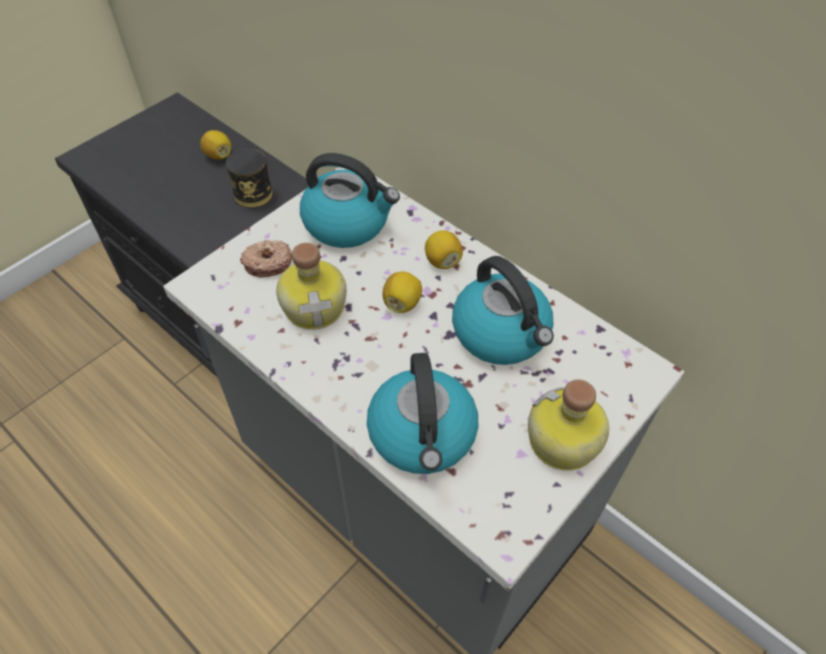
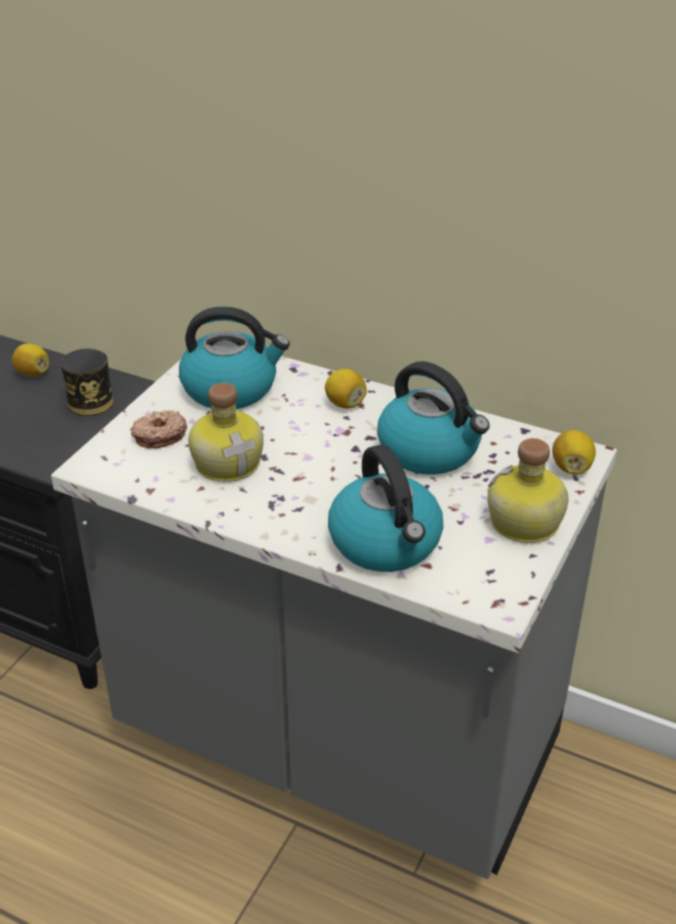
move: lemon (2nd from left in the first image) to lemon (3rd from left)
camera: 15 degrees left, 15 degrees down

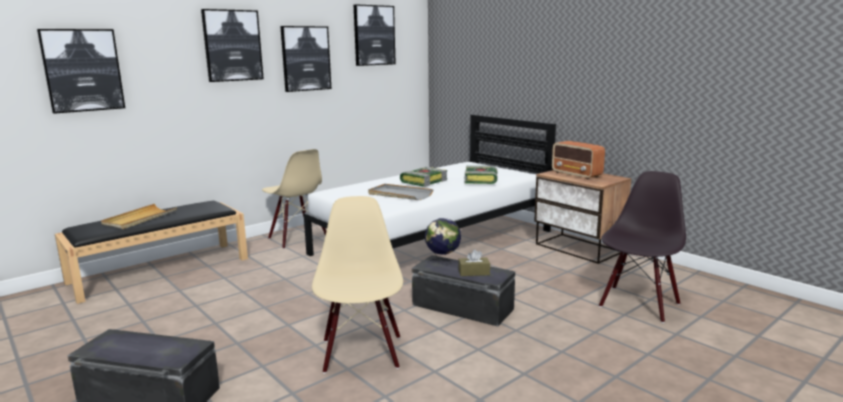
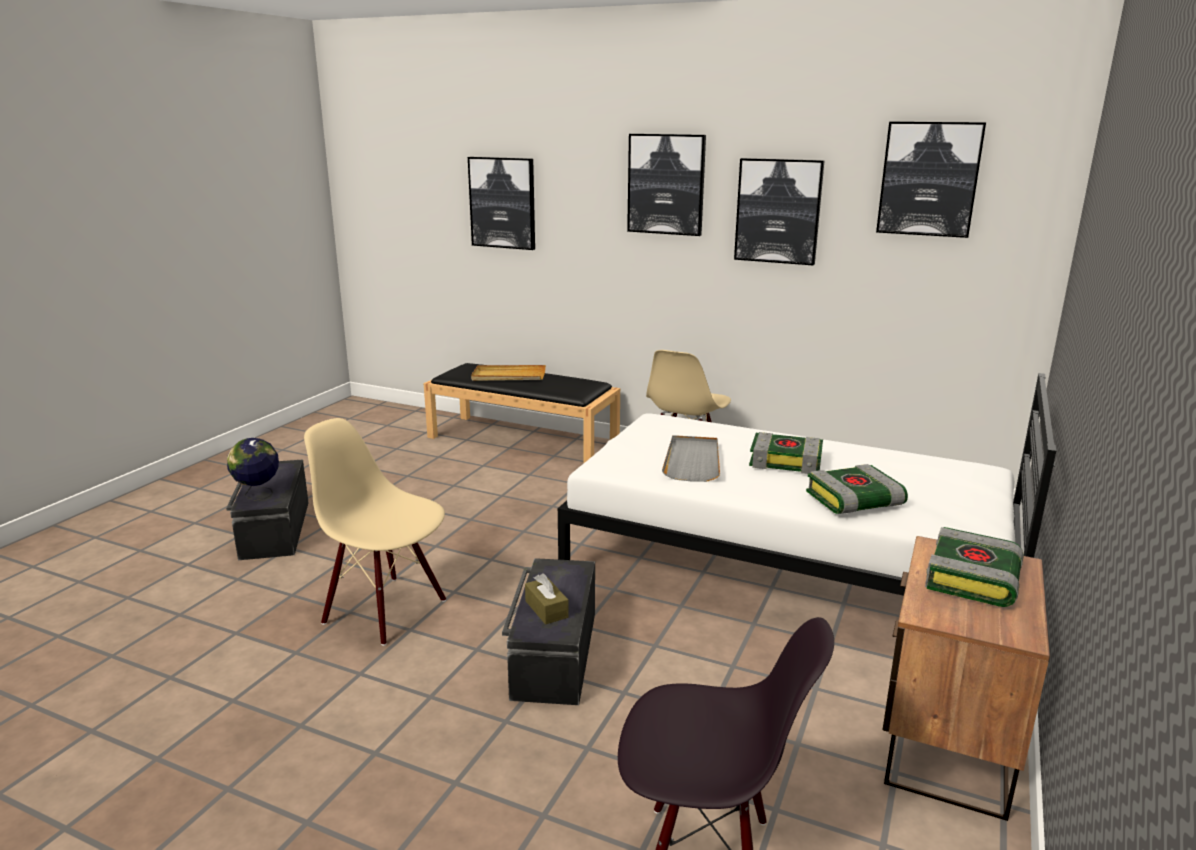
move: globe
replace: radio to book (3rd from left)
rotate: beige chair (2nd from left in the first image) 120 degrees counterclockwise
camera: 65 degrees right, 5 degrees up

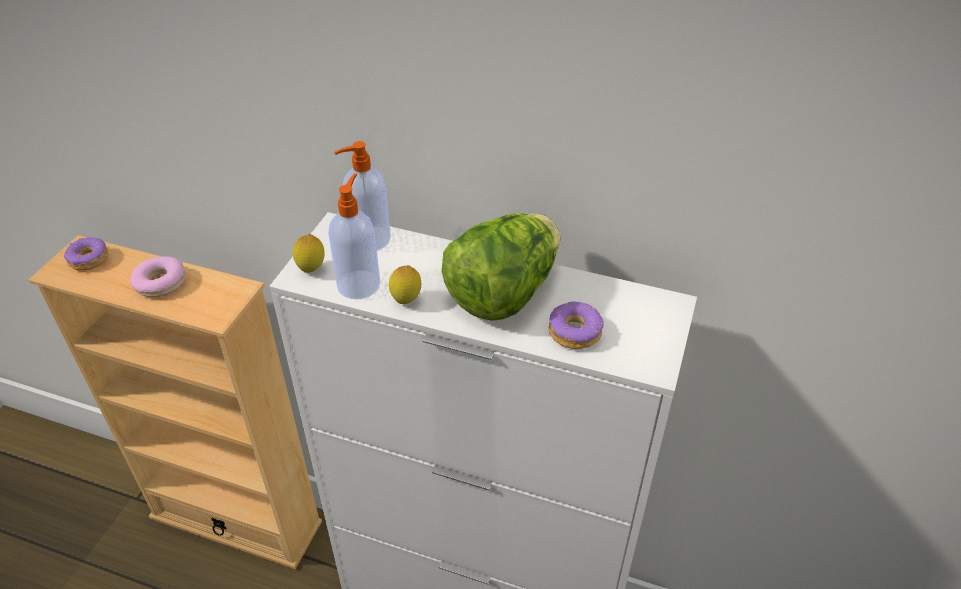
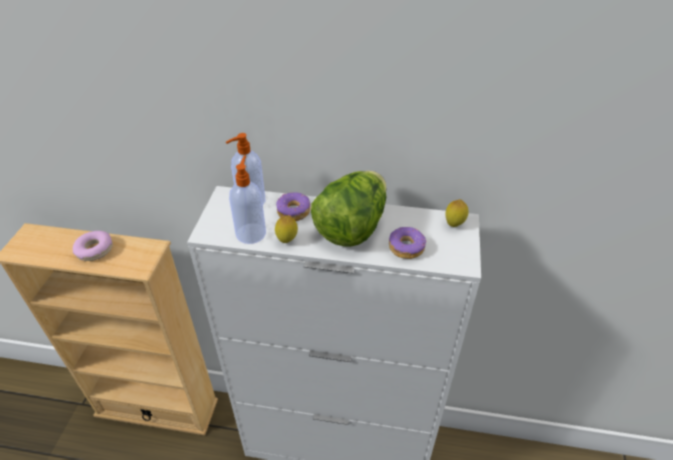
move: donut (1st from left in the first image) to donut (2nd from left); lemon (1st from left in the first image) to lemon (2nd from left)
camera: 10 degrees left, 0 degrees up

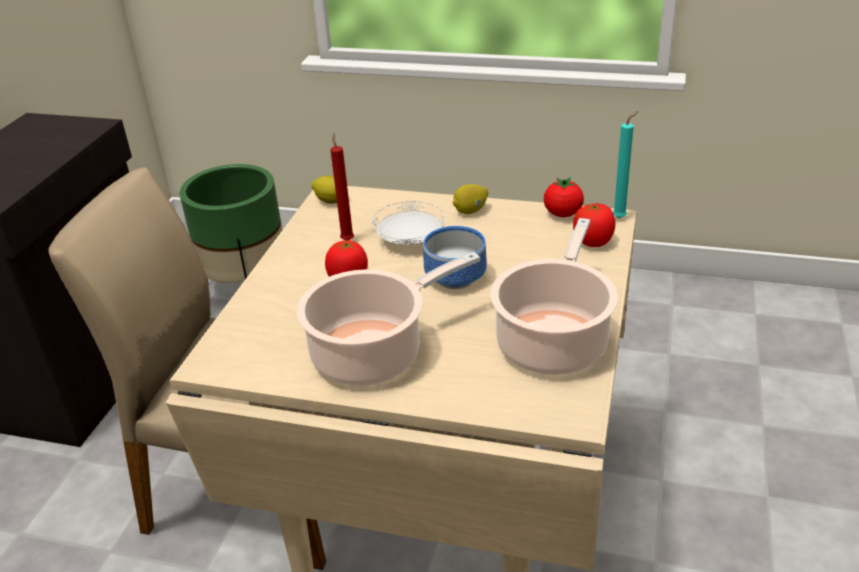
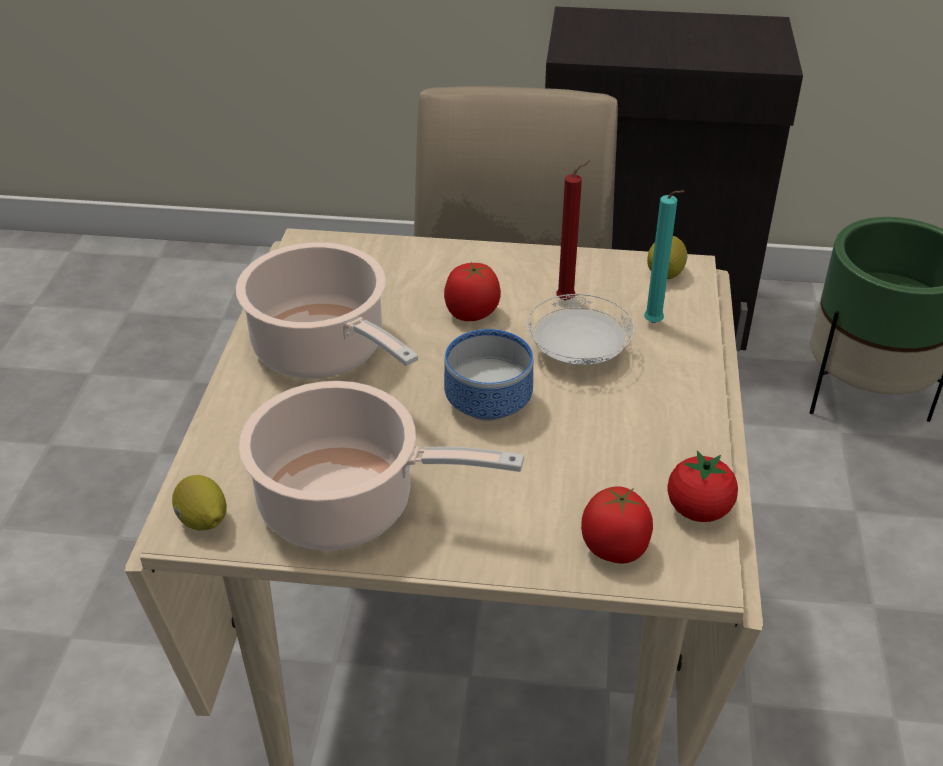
move: lemon (2nd from left in the first image) to lemon (1st from left); turquoise candle
camera: 80 degrees right, 5 degrees up

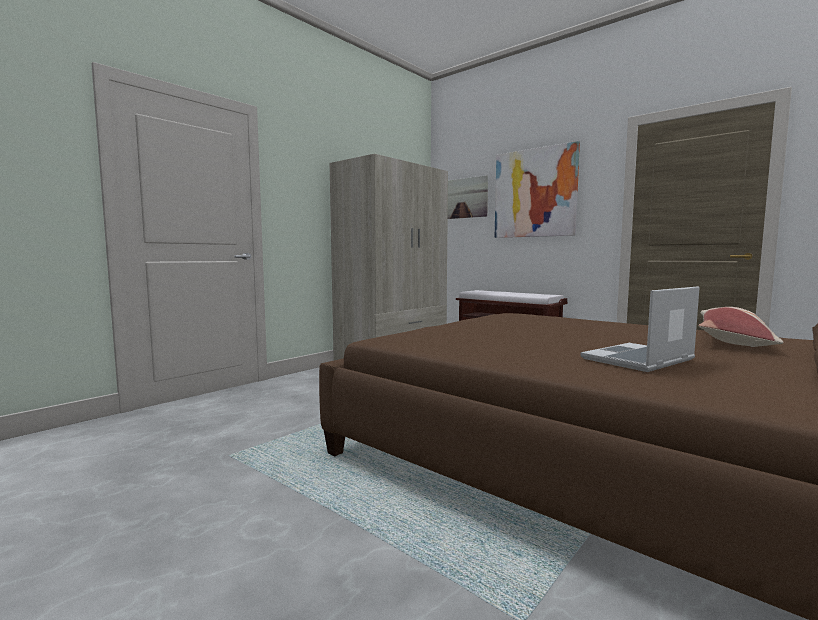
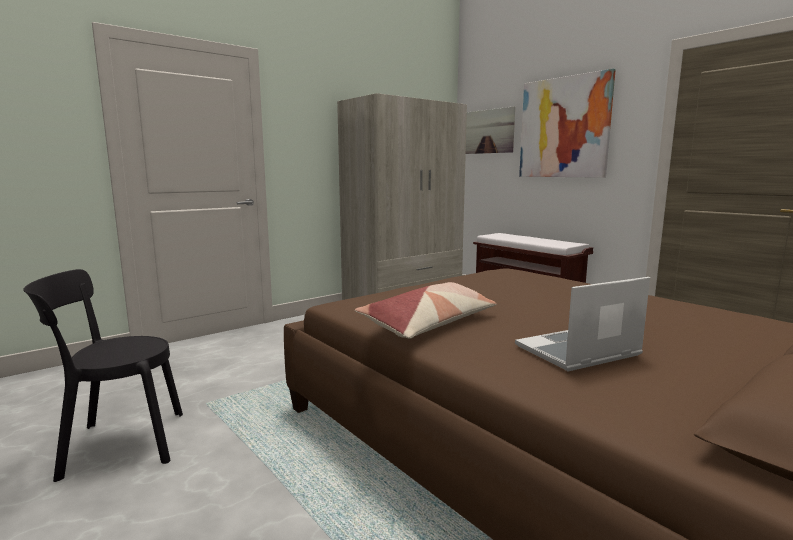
insert: black chair
move: pillow
camera: 10 degrees right, 5 degrees up

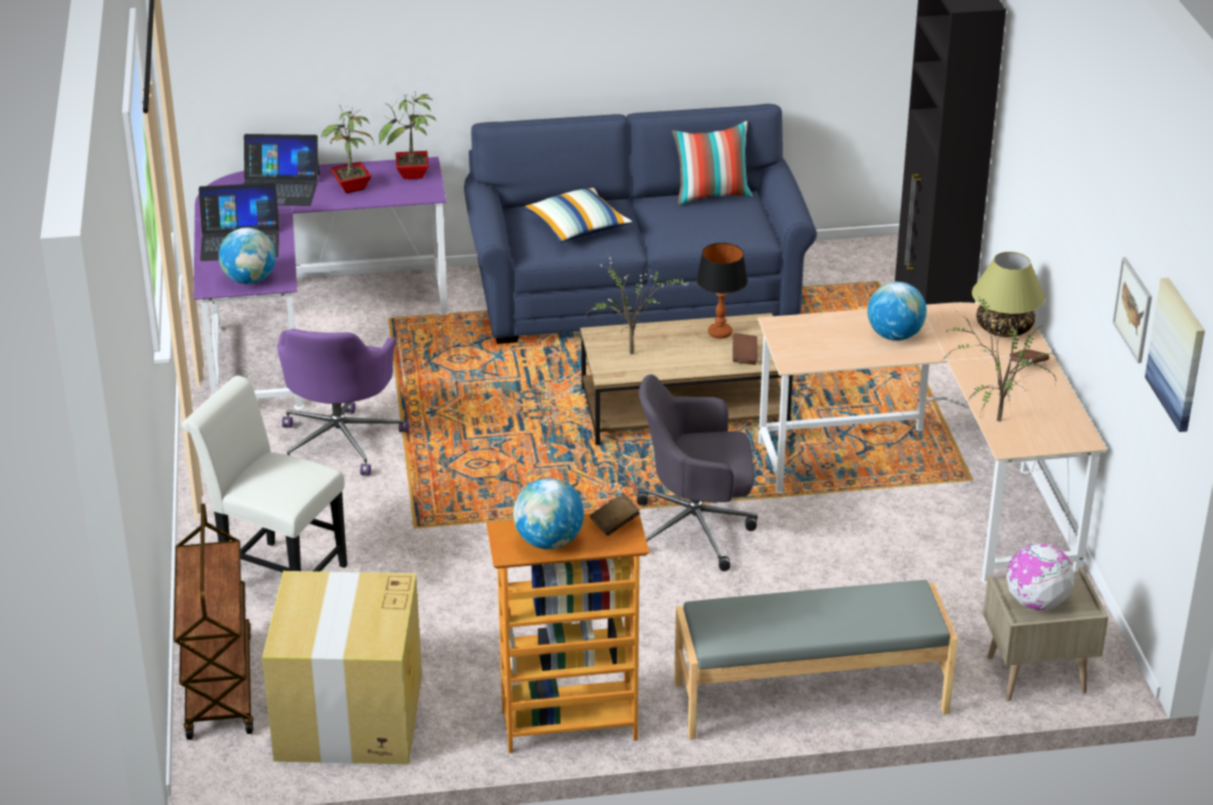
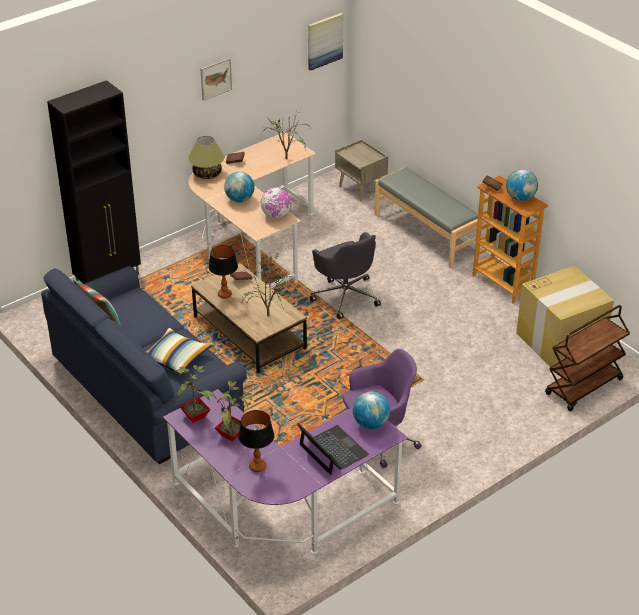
delete: white chair
move: globe (4th from left in the first image) to globe (2nd from left); picture (1st from left)
replace: laptop (2nd from left) to table lamp (3rd from left)
camera: 120 degrees left, 5 degrees up

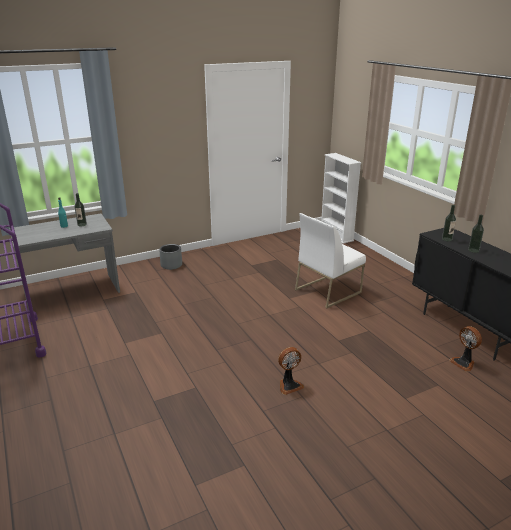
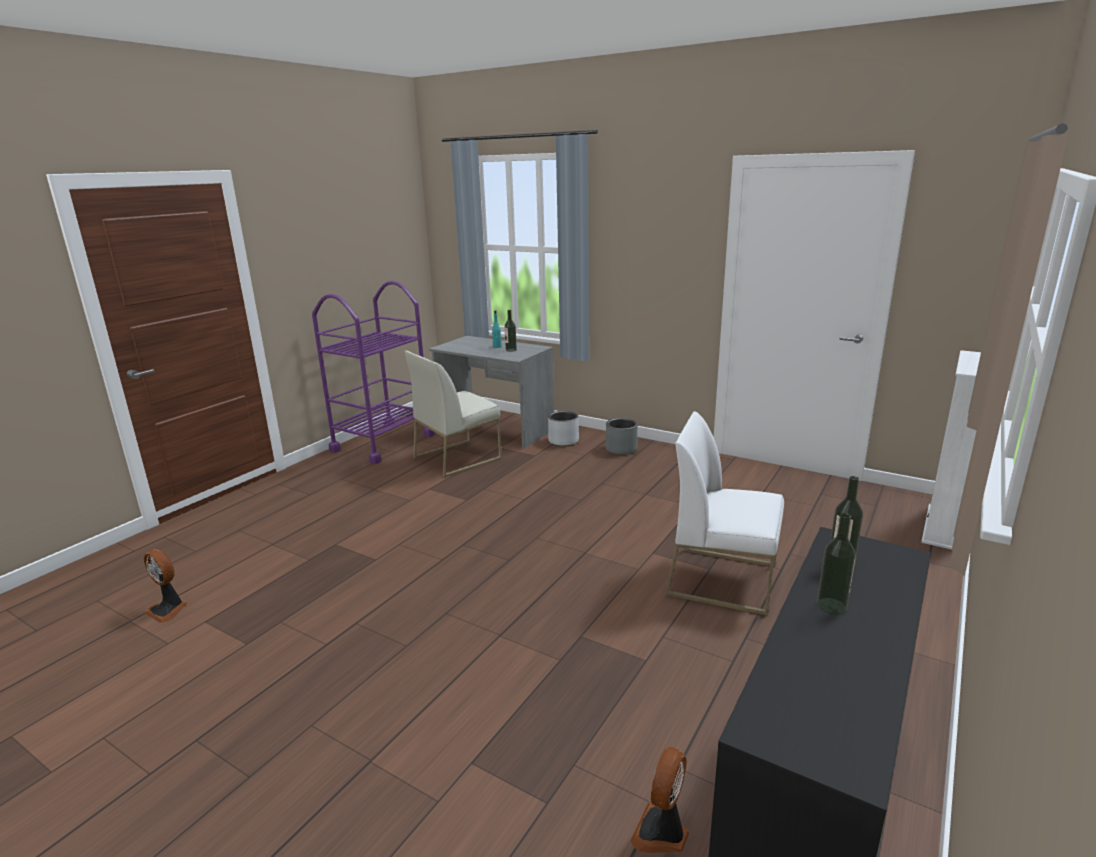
insert: white chair (1st from left); grey planter (1st from left)
move: fan (1st from left)
camera: 60 degrees right, 5 degrees down

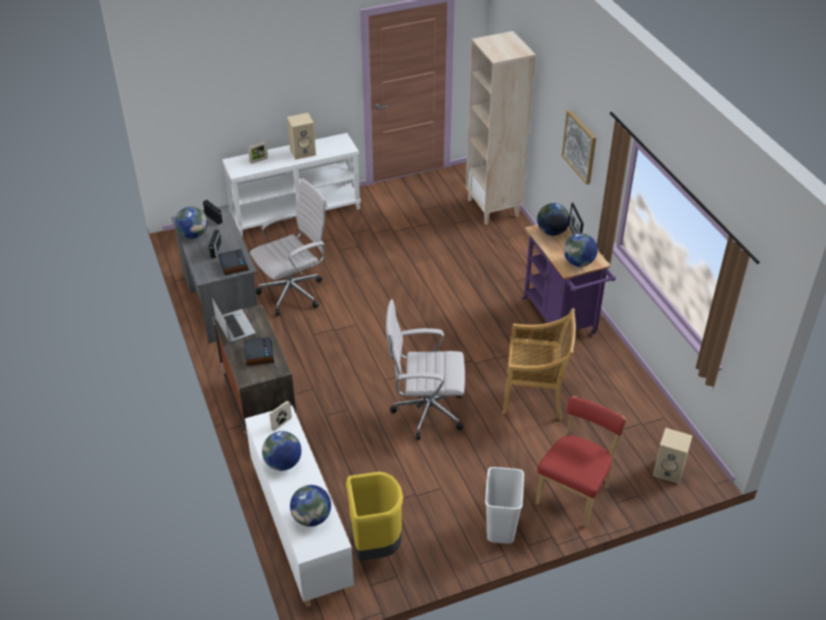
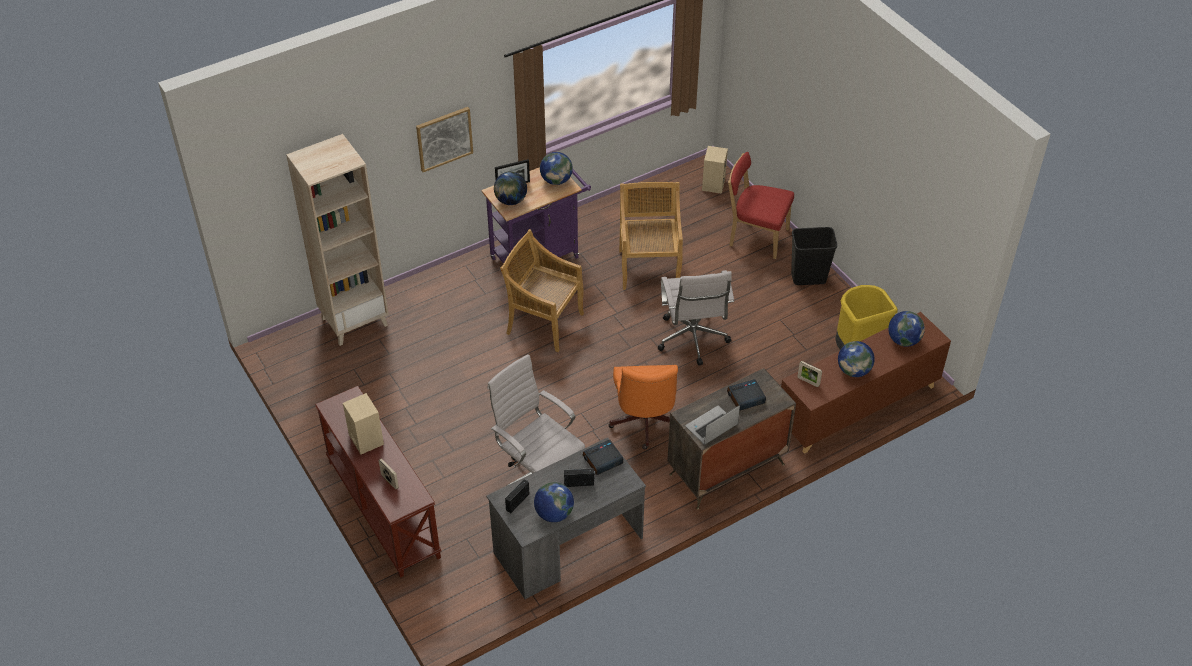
insert: beige chair (1st from left); orange office chair
recolor: white console table to brown console table; white cabinet to brown cabinet; white trash can to black trash can
camera: 100 degrees left, 5 degrees up

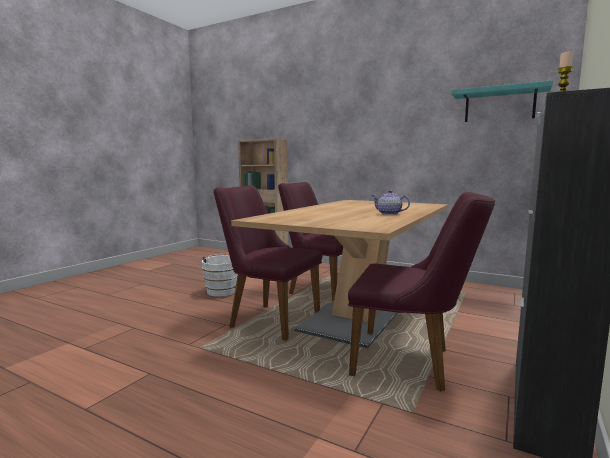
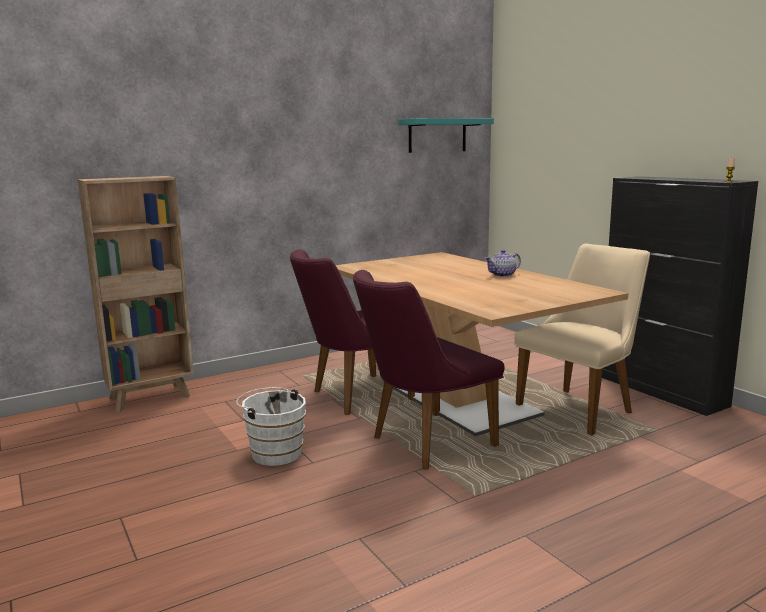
recolor: purple chair (3rd from left) to beige chair
camera: 60 degrees left, 5 degrees up

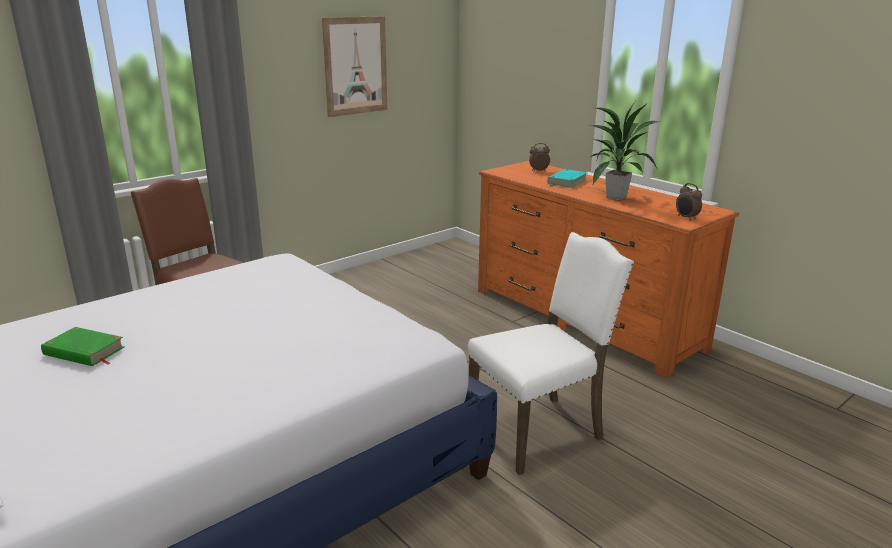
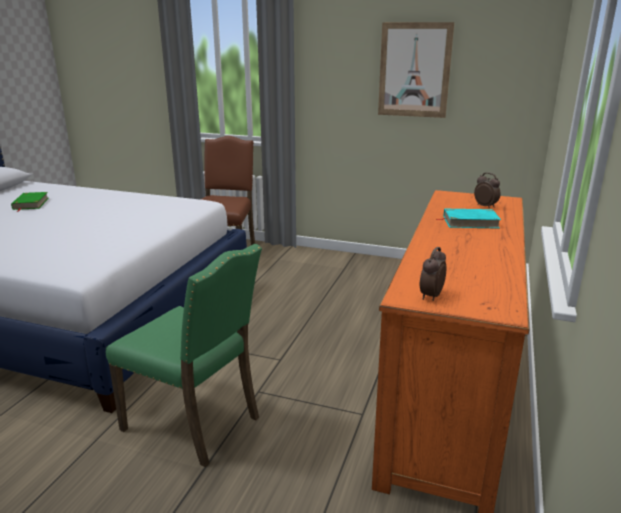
delete: potted plant
recolor: white chair to green chair
camera: 60 degrees right, 0 degrees up

